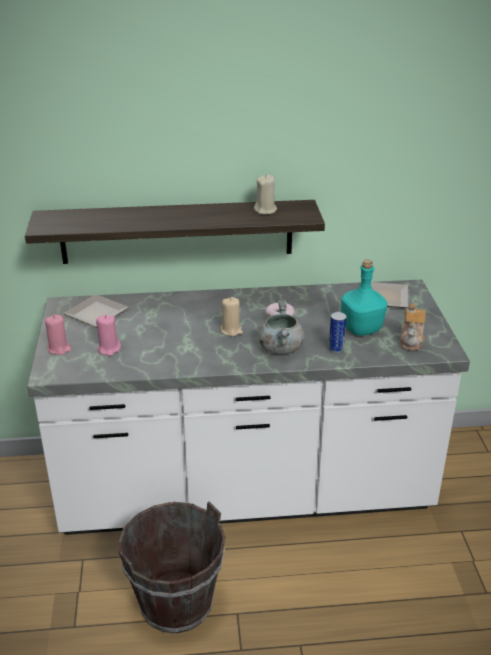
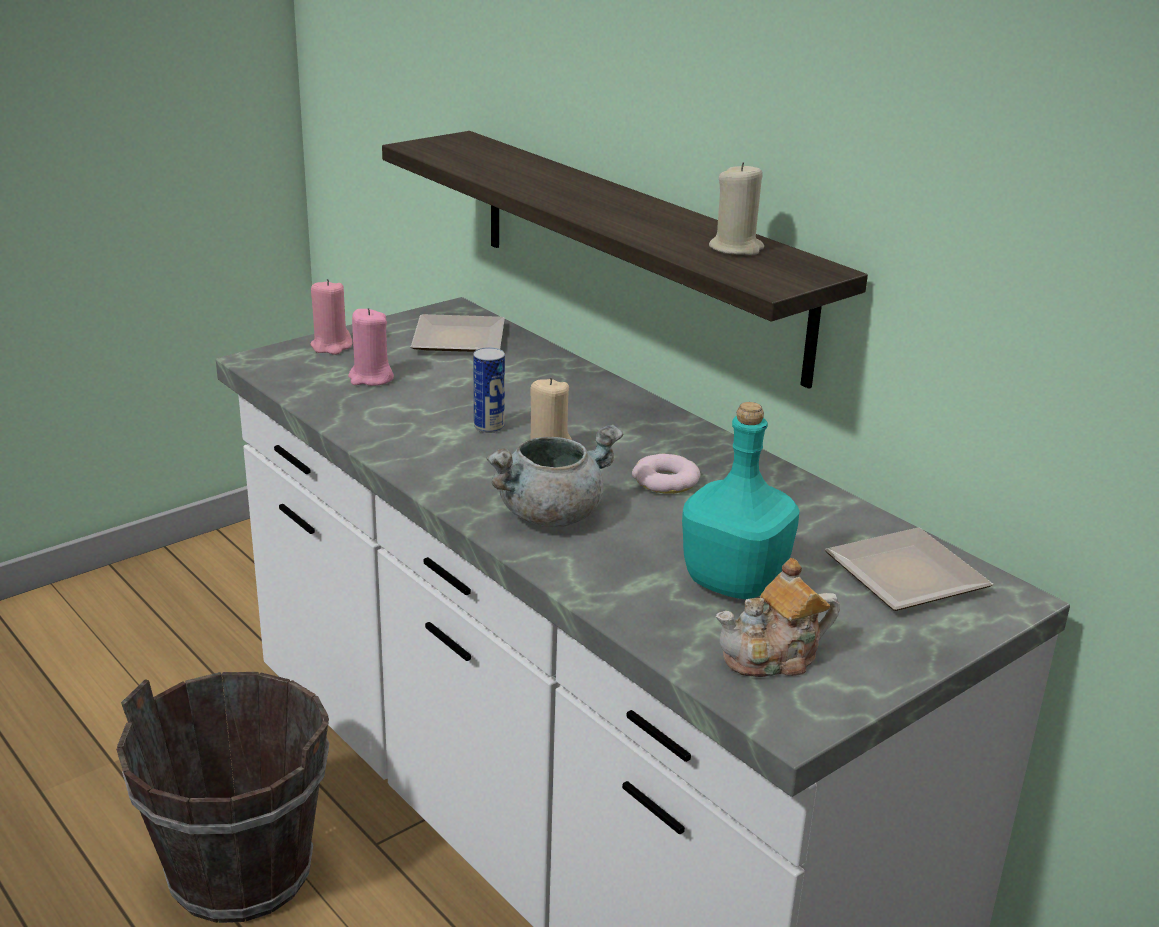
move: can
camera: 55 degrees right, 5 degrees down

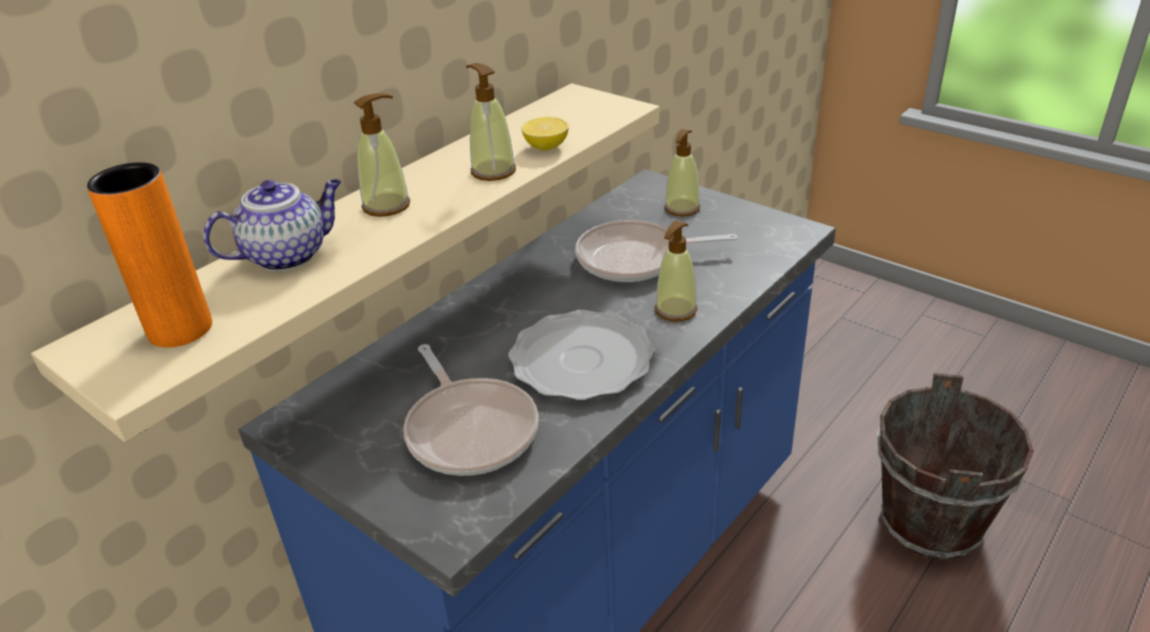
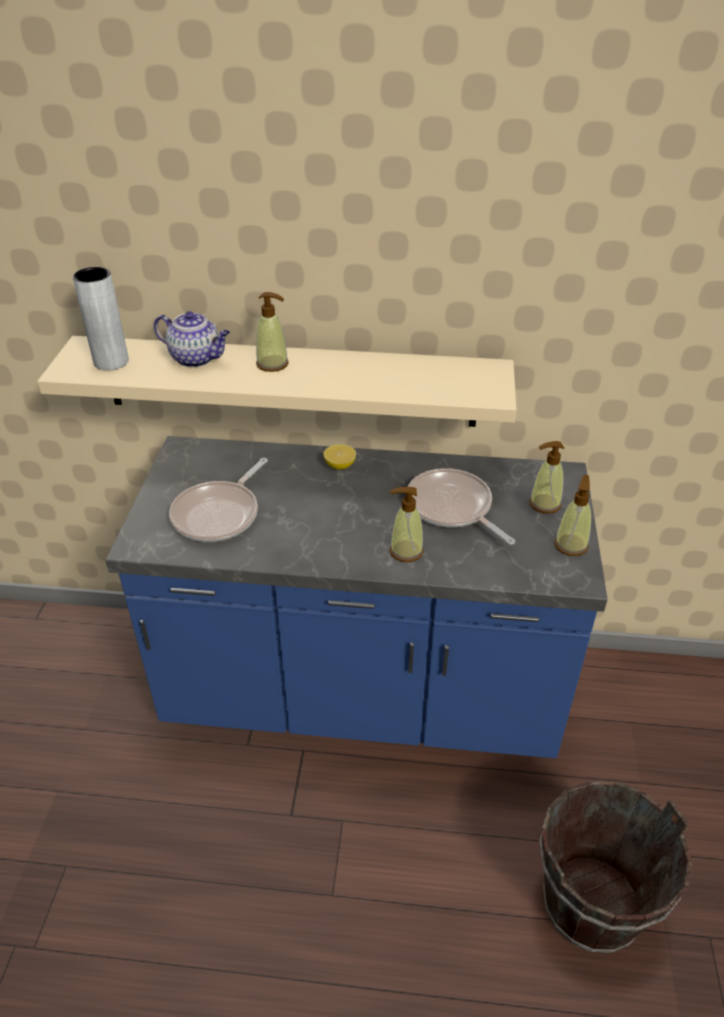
delete: plate
move: soap dispenser (2nd from left in the first image) to soap dispenser (4th from left); lemon
recolor: orange vase to grey vase
camera: 55 degrees right, 5 degrees up

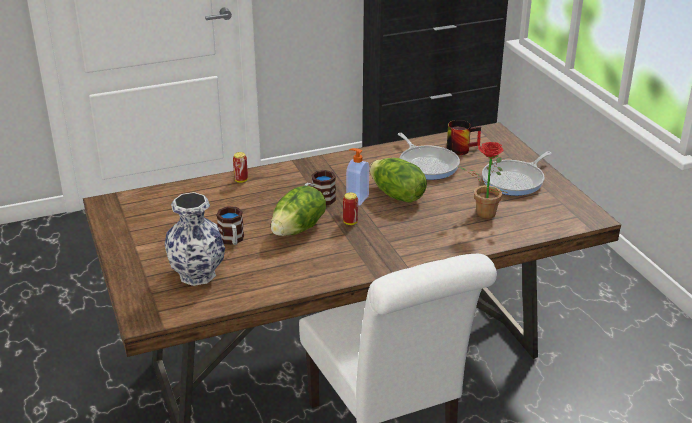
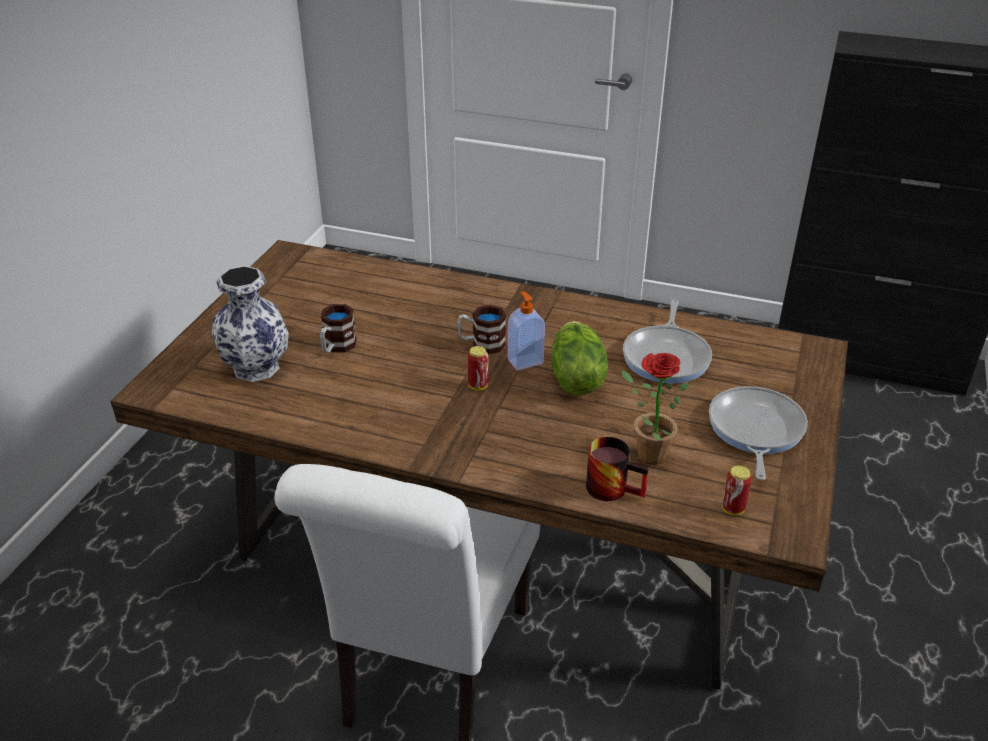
delete: lettuce (1st from left)
move: can (1st from left in the first image) to can (2nd from left); mug (3rd from left)
rotate: frying pan (2nd from left) 105 degrees clockwise
camera: 40 degrees right, 5 degrees up

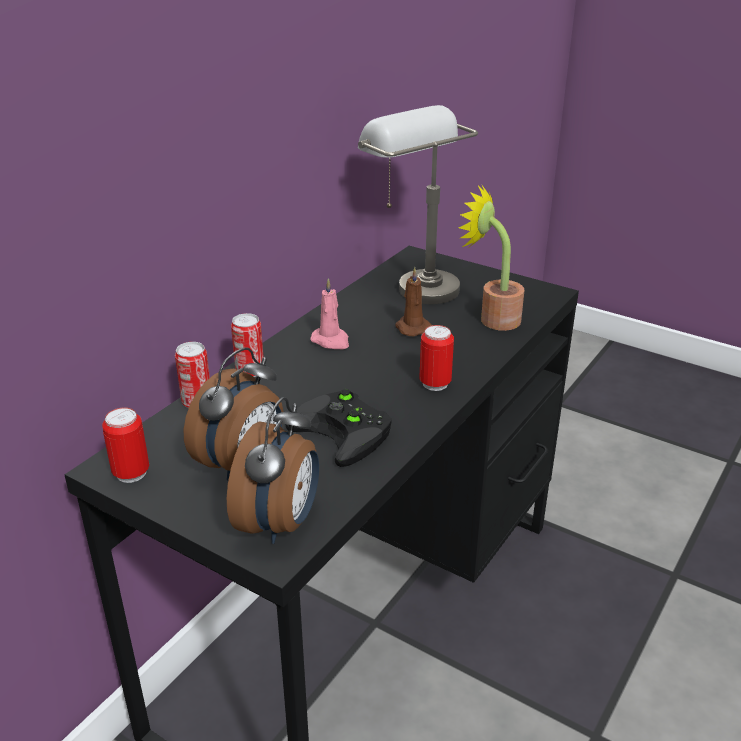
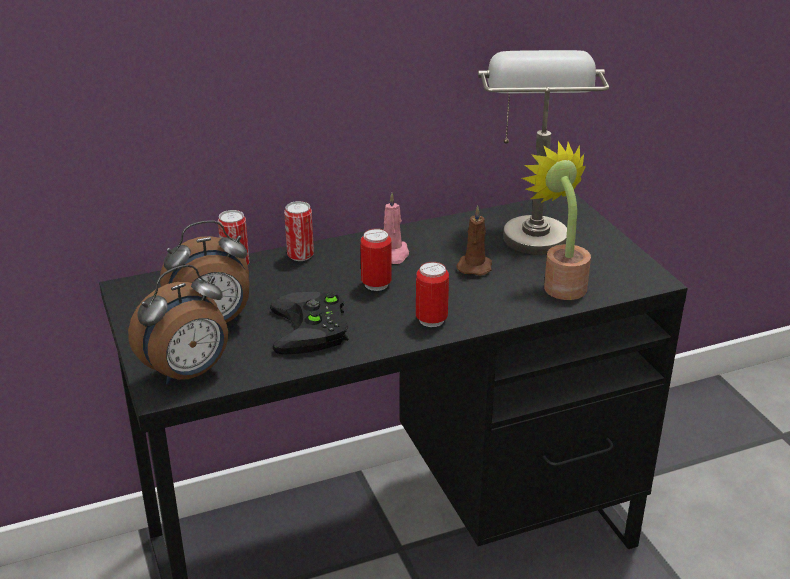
move: can (1st from left in the first image) to can (3rd from left)
camera: 35 degrees right, 0 degrees up

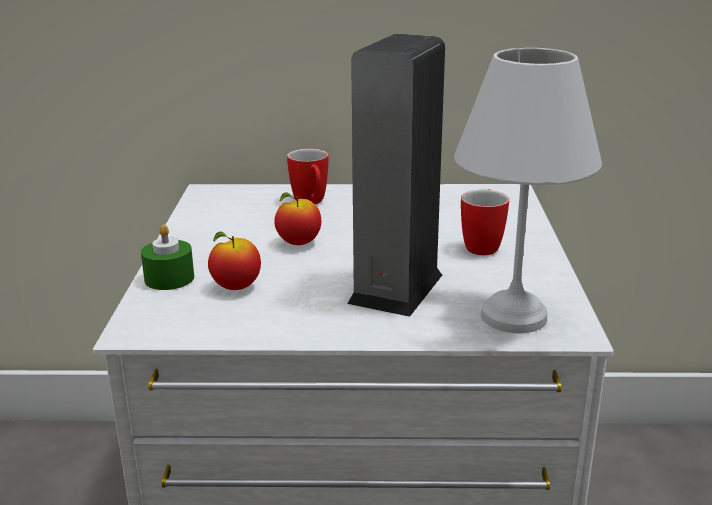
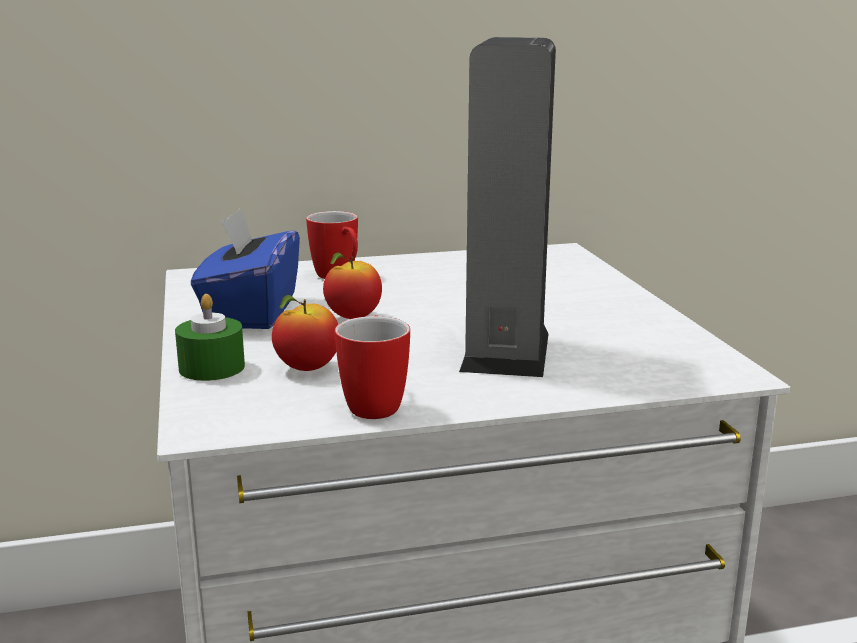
delete: white table lamp
insert: blue tissue box
move: mug (2nd from left)
camera: 15 degrees left, 5 degrees down

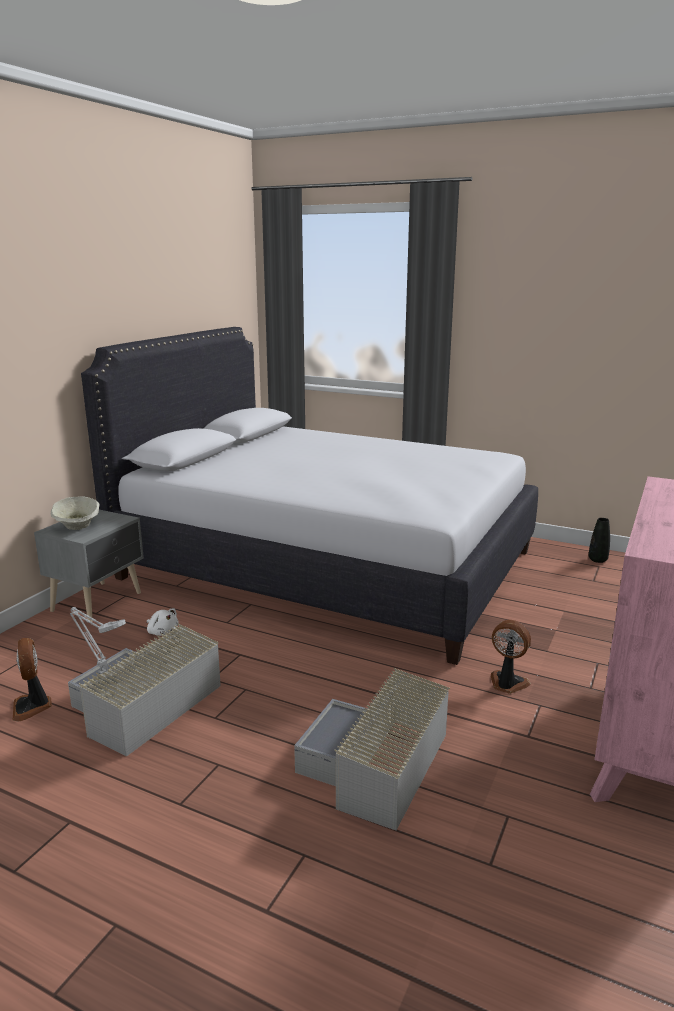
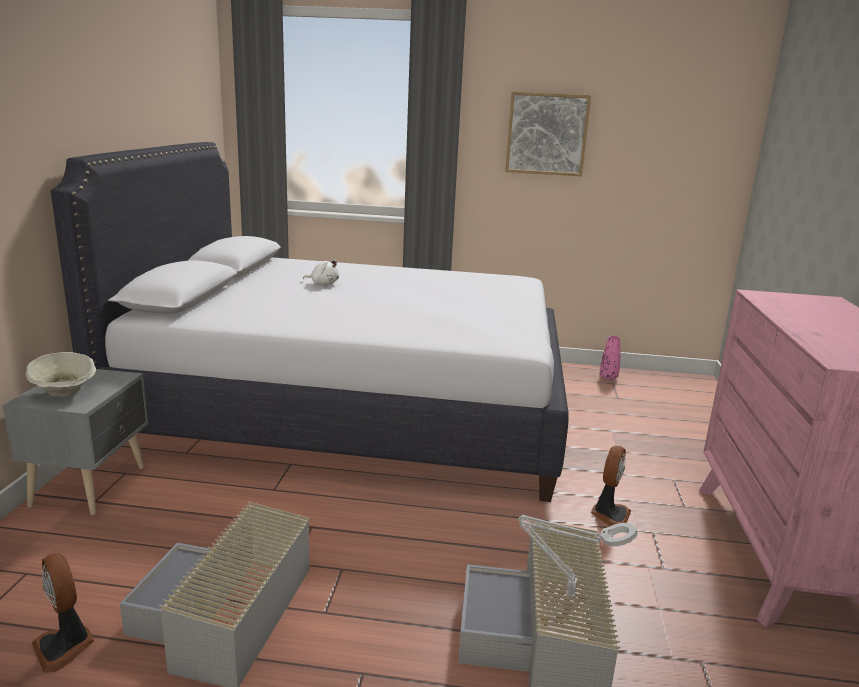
insert: picture
move: grey table lamp; white plush toy
recolor: black vase to pink vase
rotate: fan (2nd from left) 105 degrees clockwise
camera: 20 degrees left, 0 degrees up

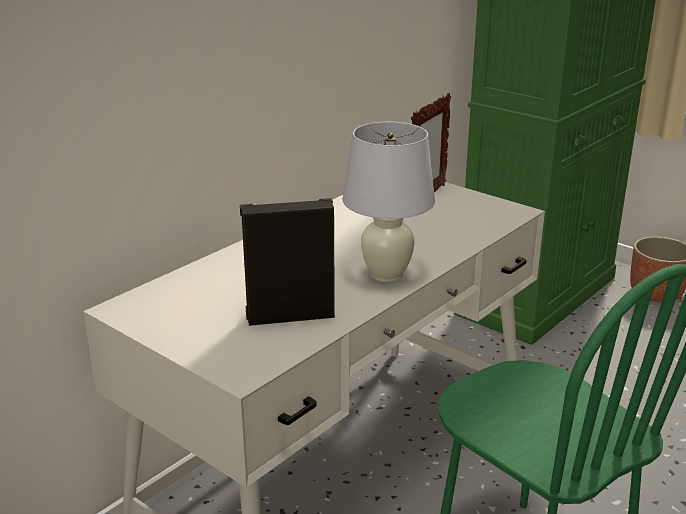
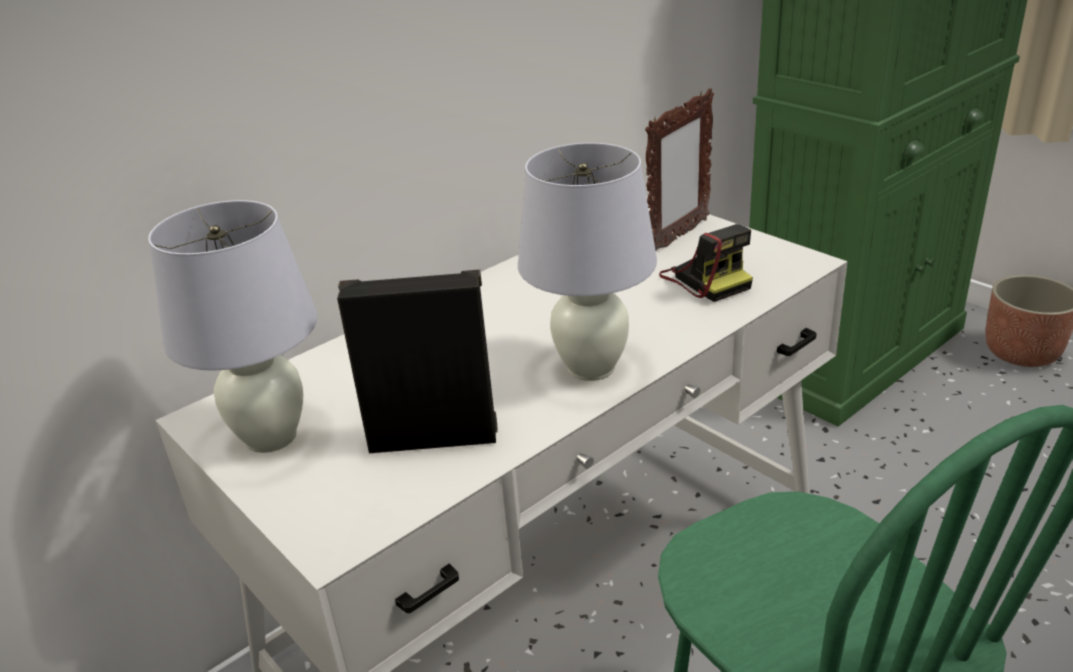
insert: white table lamp (1st from left); photo camera
camera: 10 degrees right, 5 degrees up

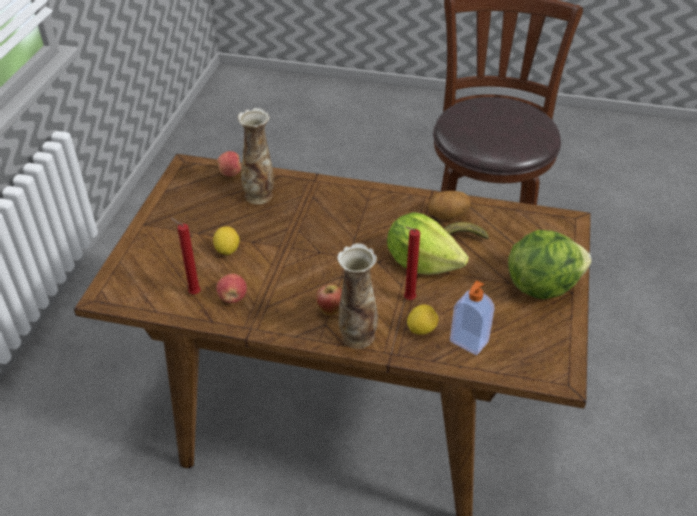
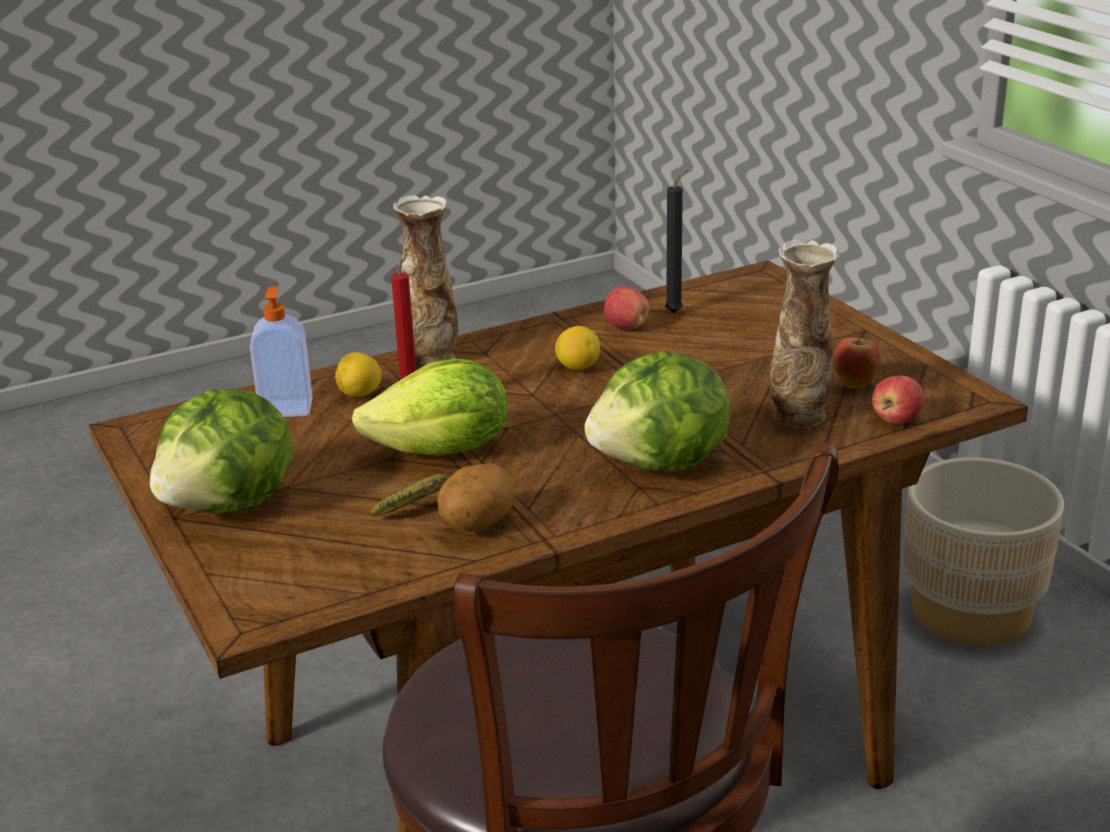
insert: lettuce (3rd from left); beige planter
move: lemon (1st from left in the first image) to lemon (2nd from left); apple (3rd from left in the first image) to apple (2nd from left)
recolor: red candle (1st from left) to black candle
camera: 140 degrees right, 15 degrees down

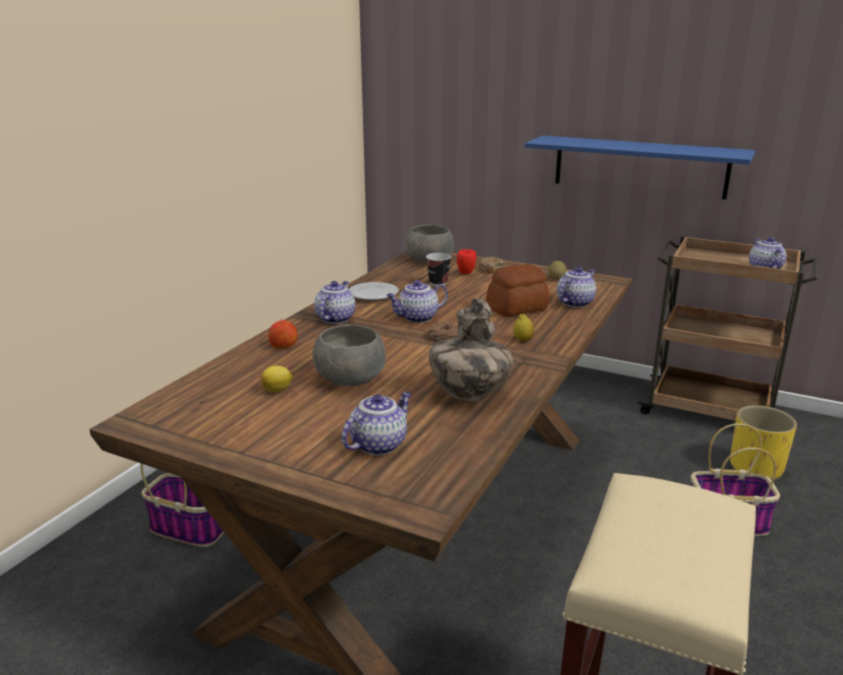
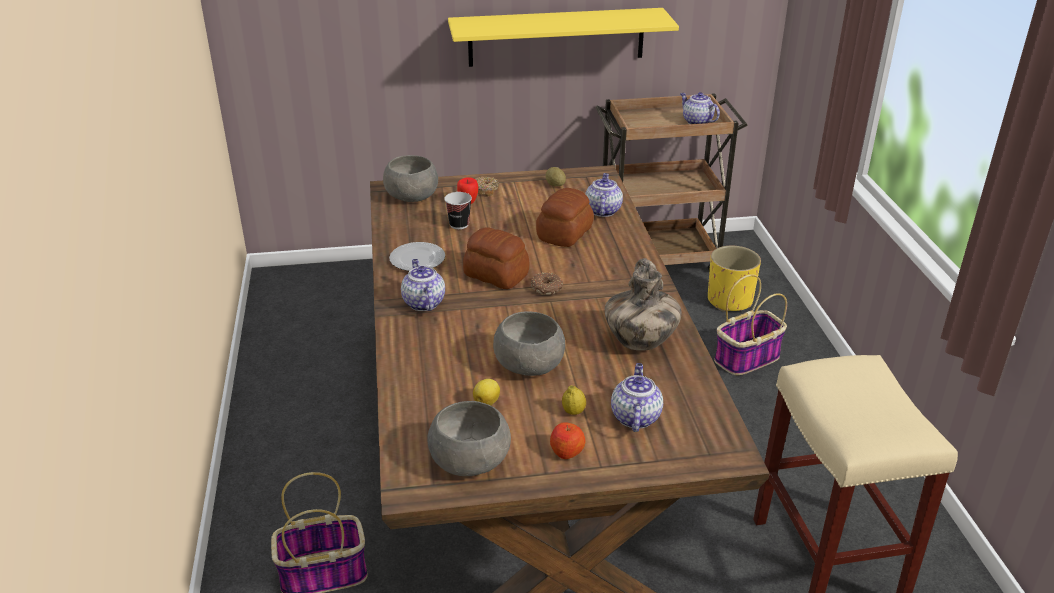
insert: grey bowl (2nd from left)
move: apple (1st from left in the first image) to apple (2nd from left); lemon (2nd from left)
replace: teapot (3rd from left) to bread (1st from left)
recolor: blue shelf to yellow shelf
camera: 35 degrees left, 10 degrees up

